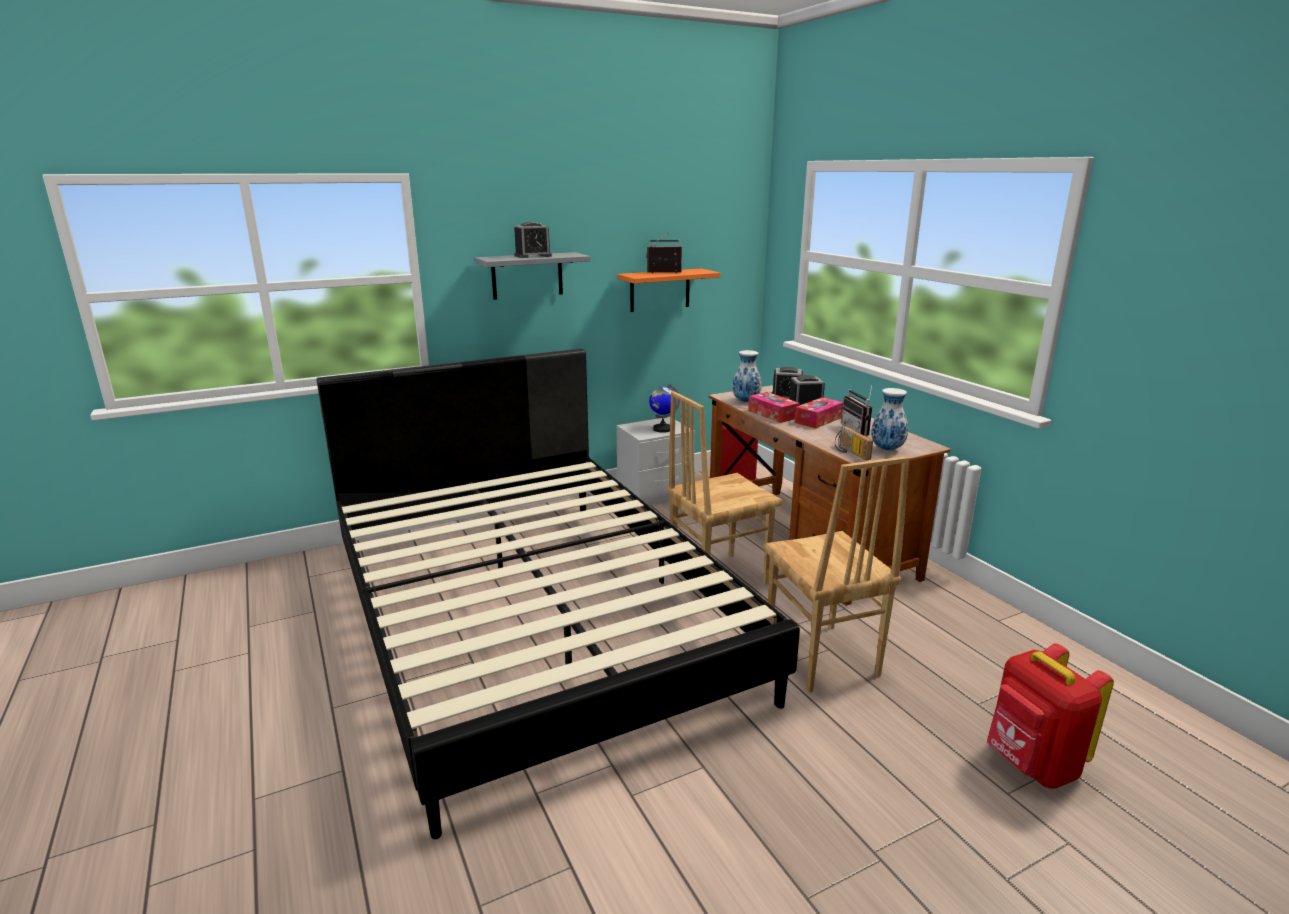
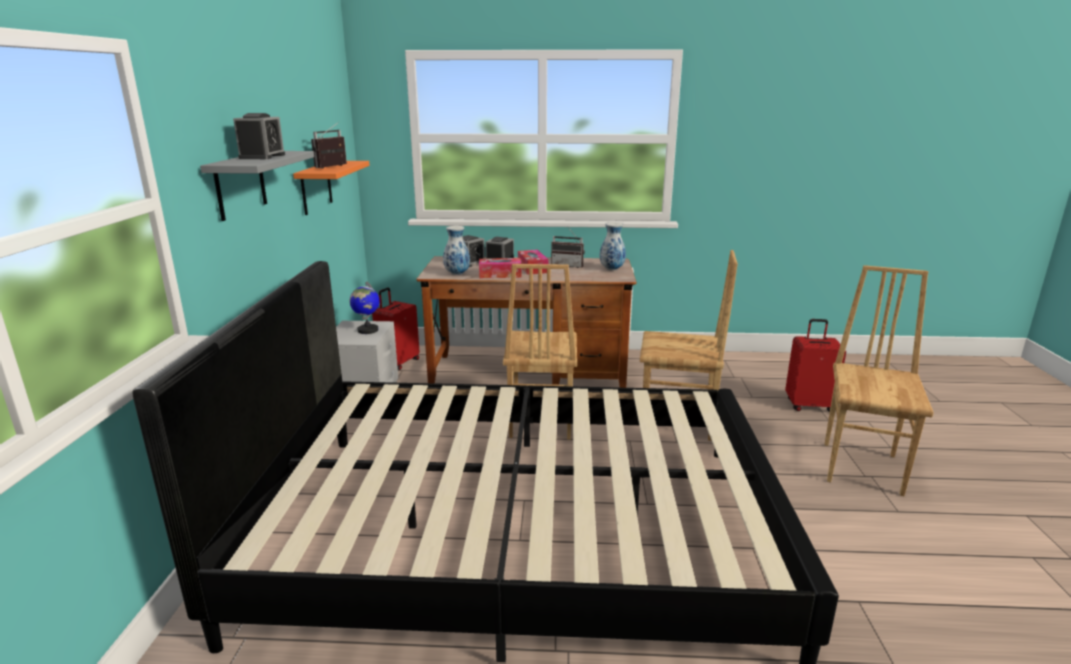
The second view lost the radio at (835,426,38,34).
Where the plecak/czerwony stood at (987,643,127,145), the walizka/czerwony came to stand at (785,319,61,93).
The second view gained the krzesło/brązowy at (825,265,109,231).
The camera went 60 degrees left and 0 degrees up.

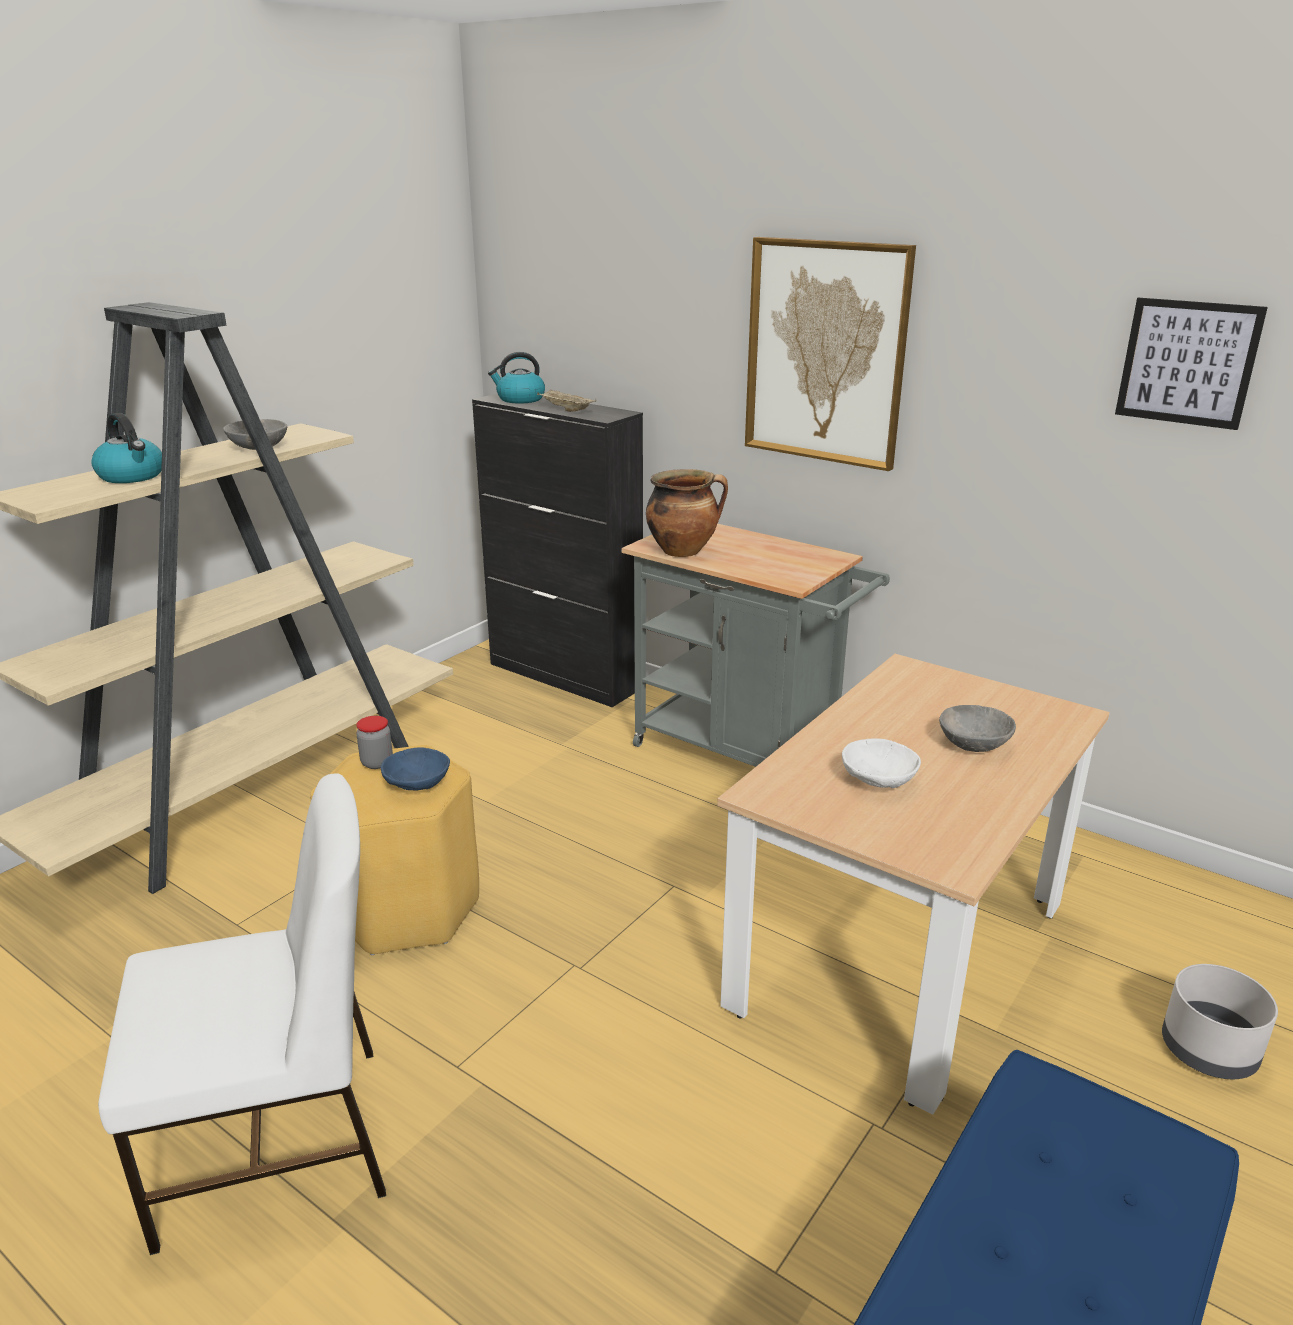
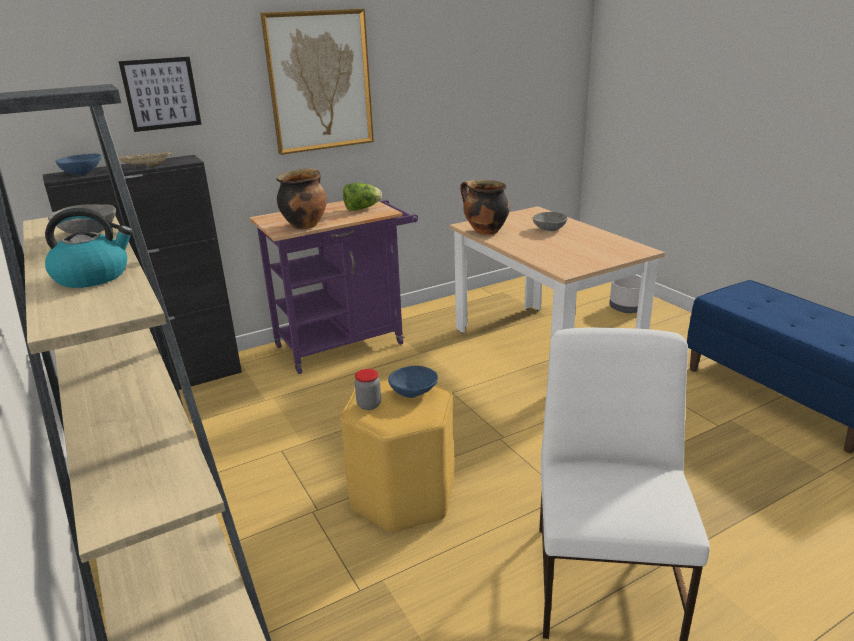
The obraz ended up elsewhere, having gone from (1115,298,153,132) to (118,57,84,75).
Where the czajnik stood at (488,352,57,52), the miska/niebieski came to stand at (55,154,47,21).
What was the wózek/szary at (621,524,269,243) turned into the wózek/fioletowy at (249,200,169,174).
The second view lost the miska/biały at (842,739,79,49).
The second view gained the garnek at (460,180,50,55).
The second view gained the sałata at (343,183,39,28).
The camera went 65 degrees left and 0 degrees up.

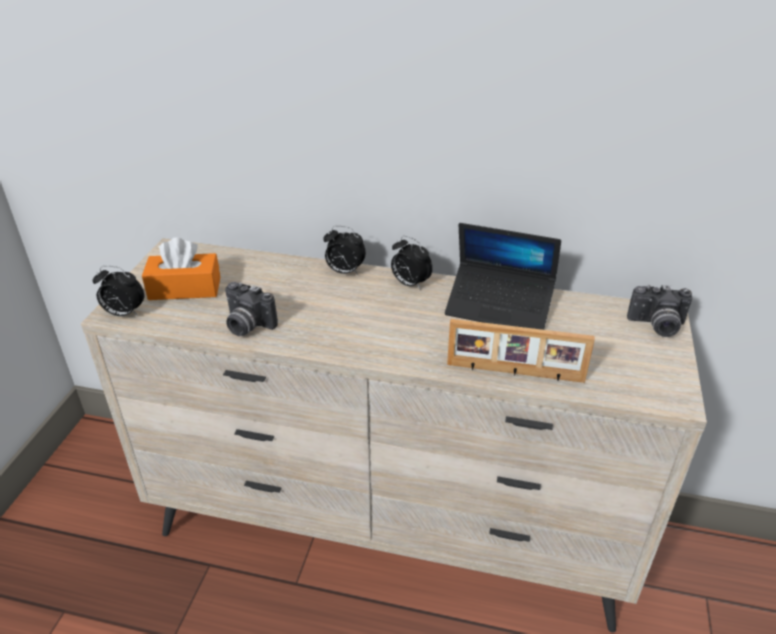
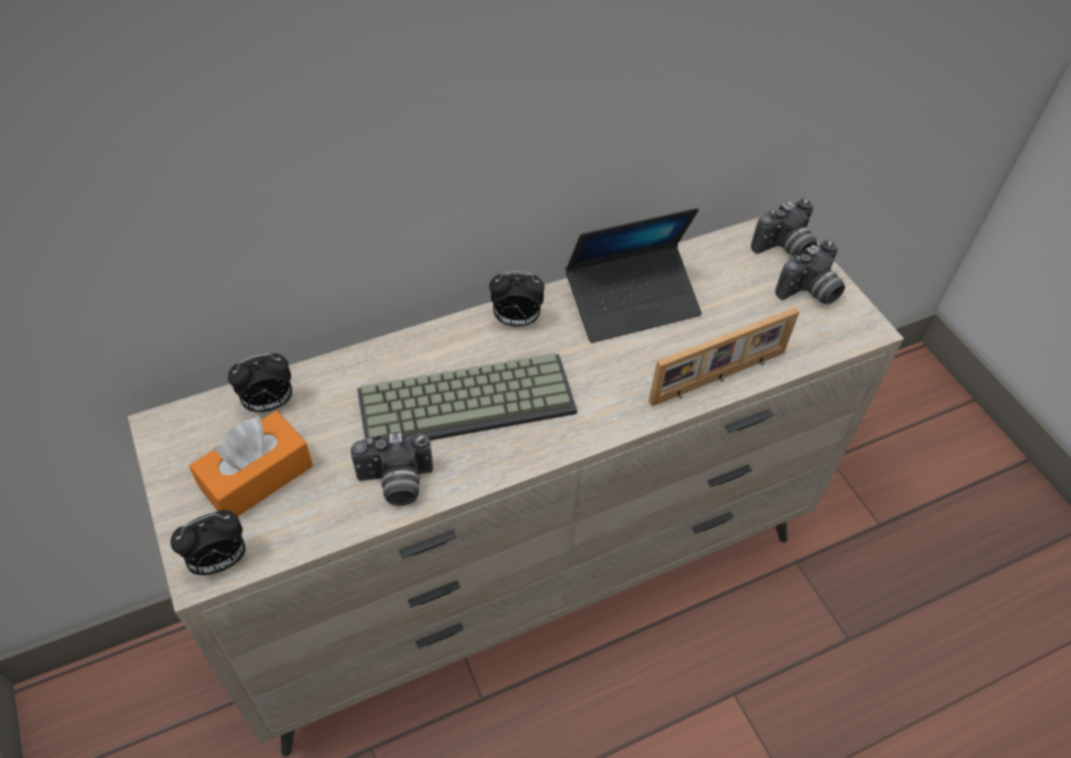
The budzik ended up elsewhere, having gone from (323,226,43,49) to (228,353,64,59).
The second view gained the aparat fotograficzny at (775,240,70,64).
The second view gained the klawiatura at (357,353,220,87).
The camera went 40 degrees left and 15 degrees up.

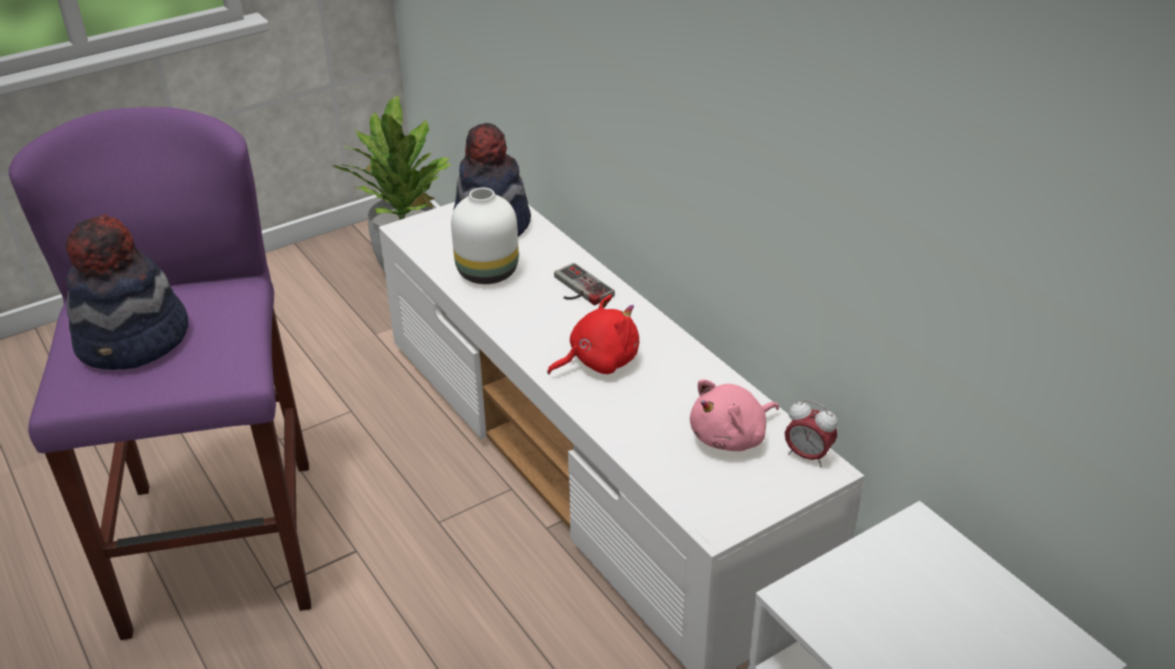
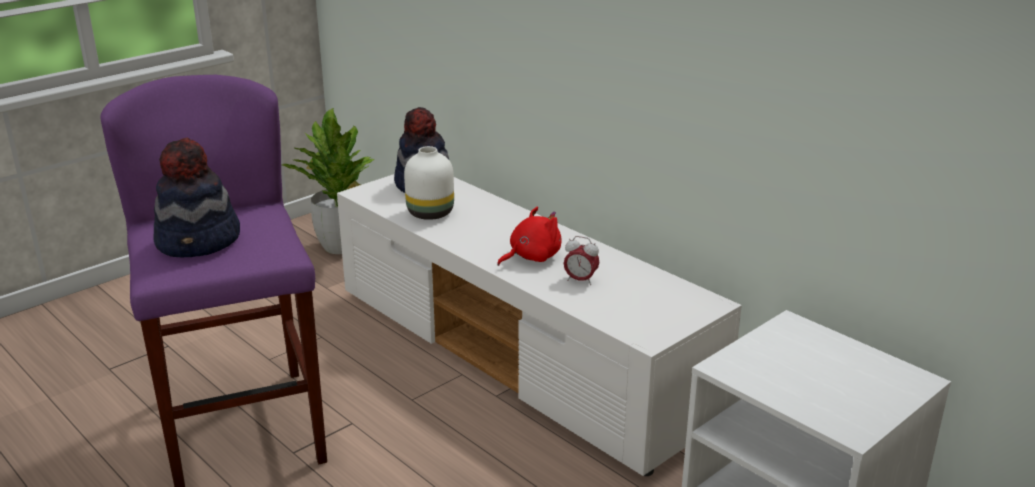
The second view lost the pad do gier at (554,263,61,42).
The second view lost the pluszak/różowy at (690,379,89,72).
The budzik ended up elsewhere, having gone from (785,400,52,67) to (564,236,35,49).
The camera went 10 degrees left and 10 degrees down.

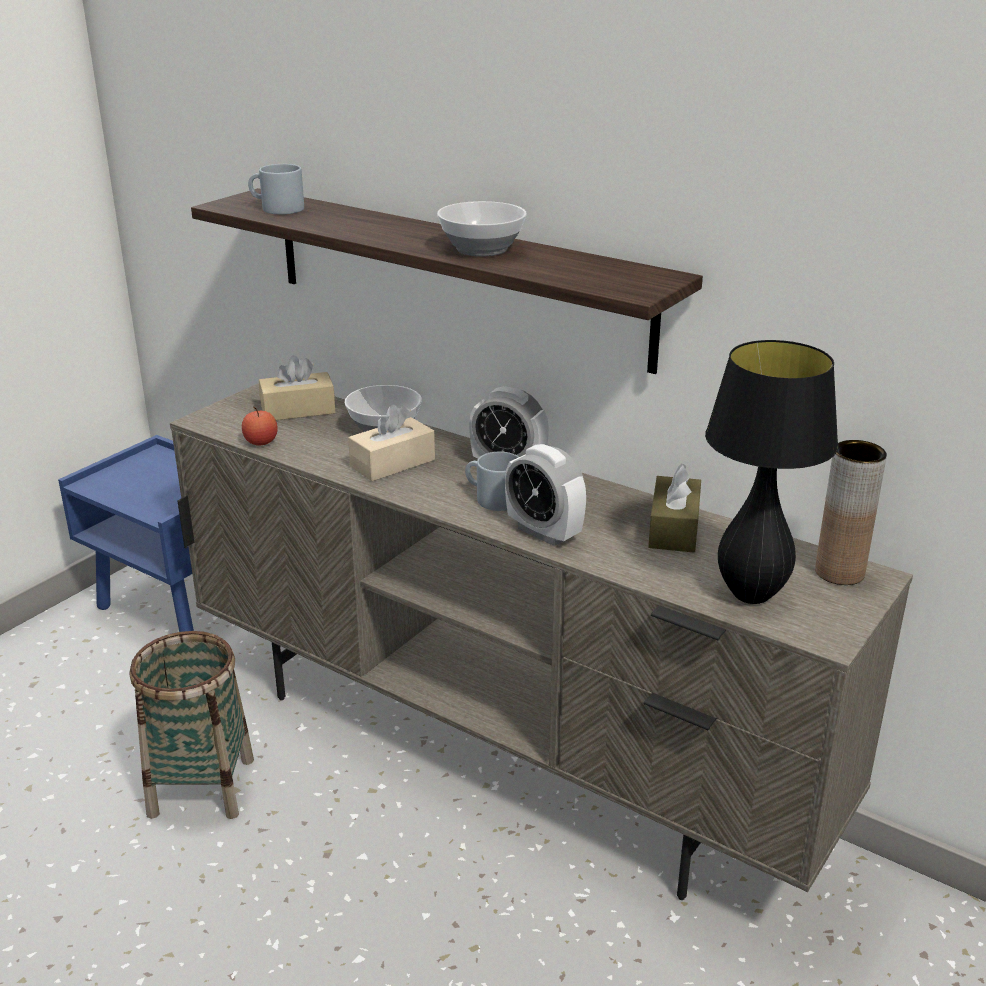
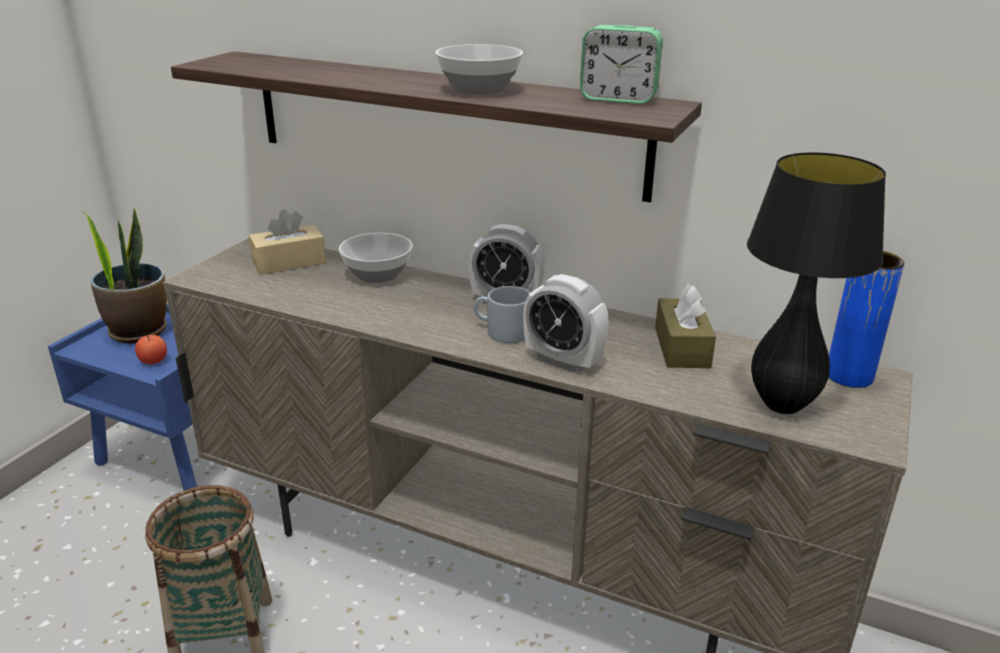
The second view lost the kubek/szary at (248,164,56,50).
The second view lost the pudełko chusteczek/beżowy at (348,404,87,77).
The jabłko ended up elsewhere, having gone from (242,406,36,39) to (135,333,32,31).
What was the wazon/brązowy at (815,440,72,145) turned into the wazon/niebieski at (829,251,75,137).
The second view gained the budzik at (580,25,83,79).
The second view gained the roślina doniczkowa at (82,208,85,136).
The camera went 10 degrees left and 0 degrees up.

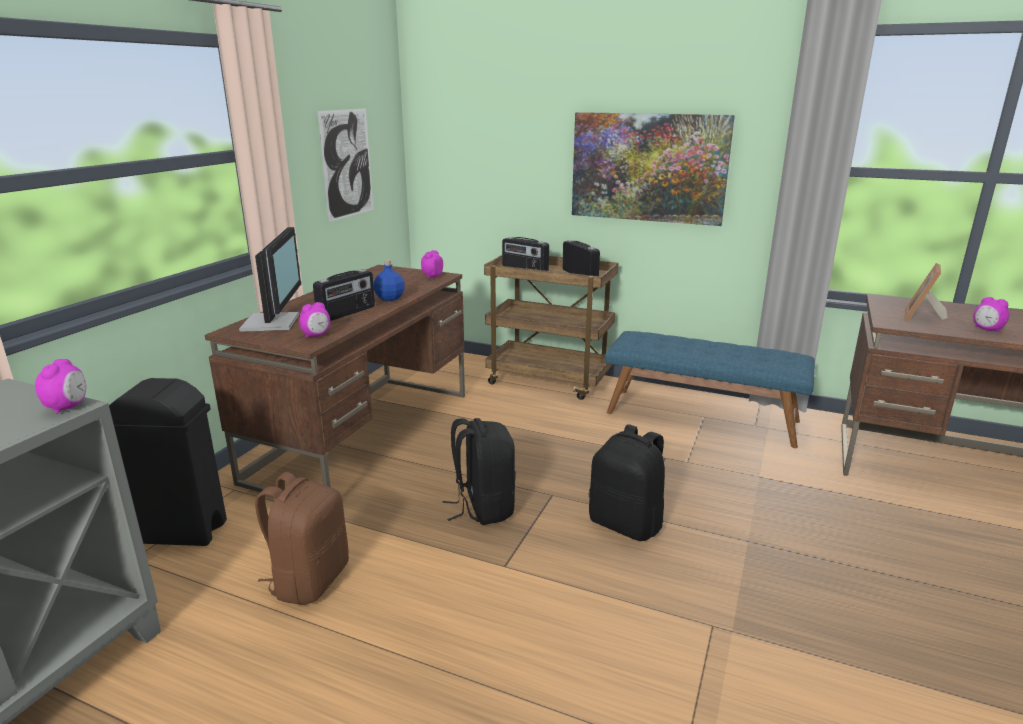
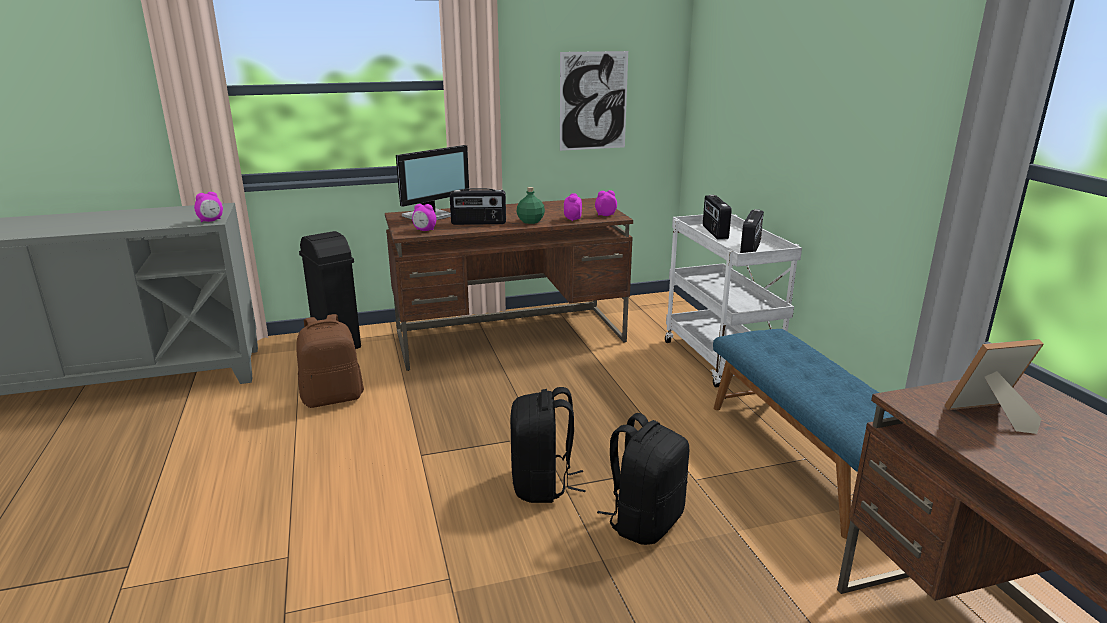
The second view lost the obraz at (572,112,163,114).
What was the wózek/brązowy at (484,255,134,145) turned into the wózek/biały at (665,214,137,174).
What was the butelka/niebieski at (374,260,31,41) turned into the butelka/zielony at (516,187,29,37).
The budzik ended up elsewhere, having gone from (973,297,36,35) to (564,193,18,28).
The plecak/czarny ended up elsewhere, having gone from (442,418,74,107) to (597,413,92,132).
The camera went 50 degrees right and 0 degrees up.

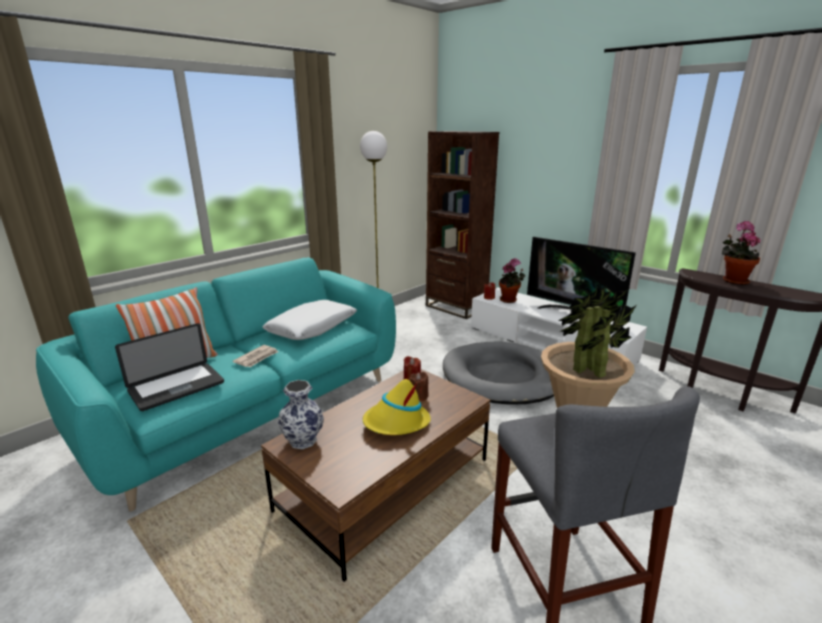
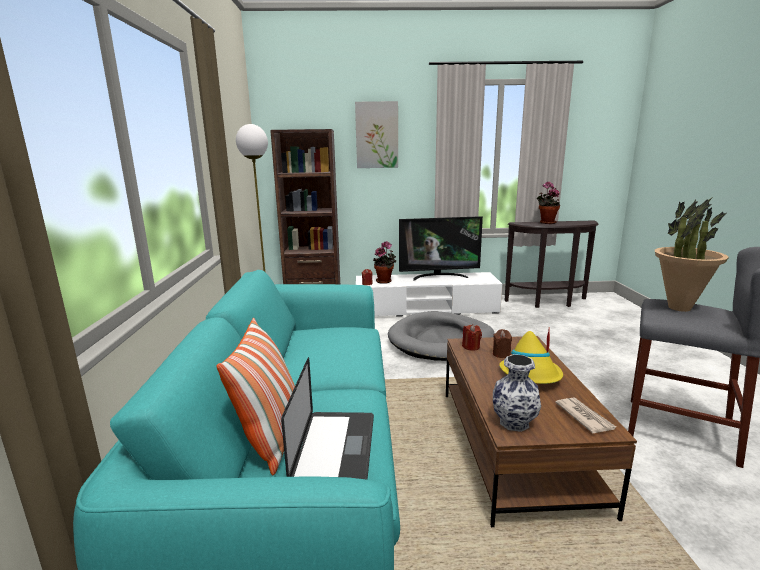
The second view lost the poduszka/biały at (262,300,95,40).
The gazeta ended up elsewhere, having gone from (232,345,46,22) to (555,397,61,36).
The second view gained the obraz at (355,101,43,67).
The camera went 45 degrees left and 5 degrees down.

